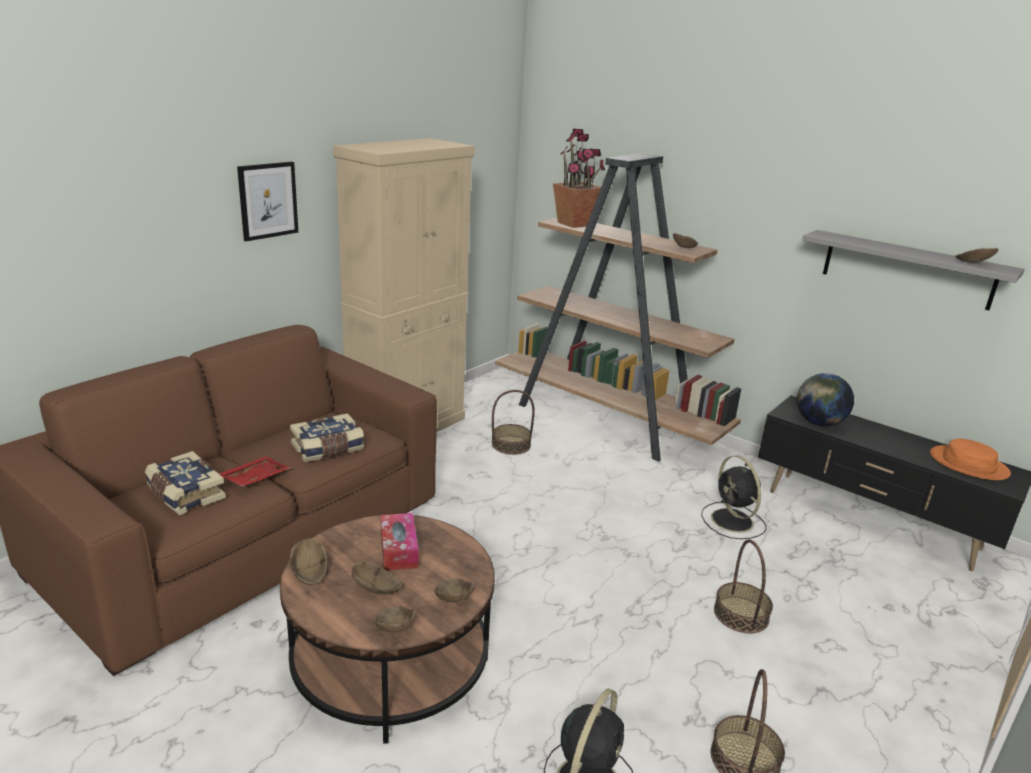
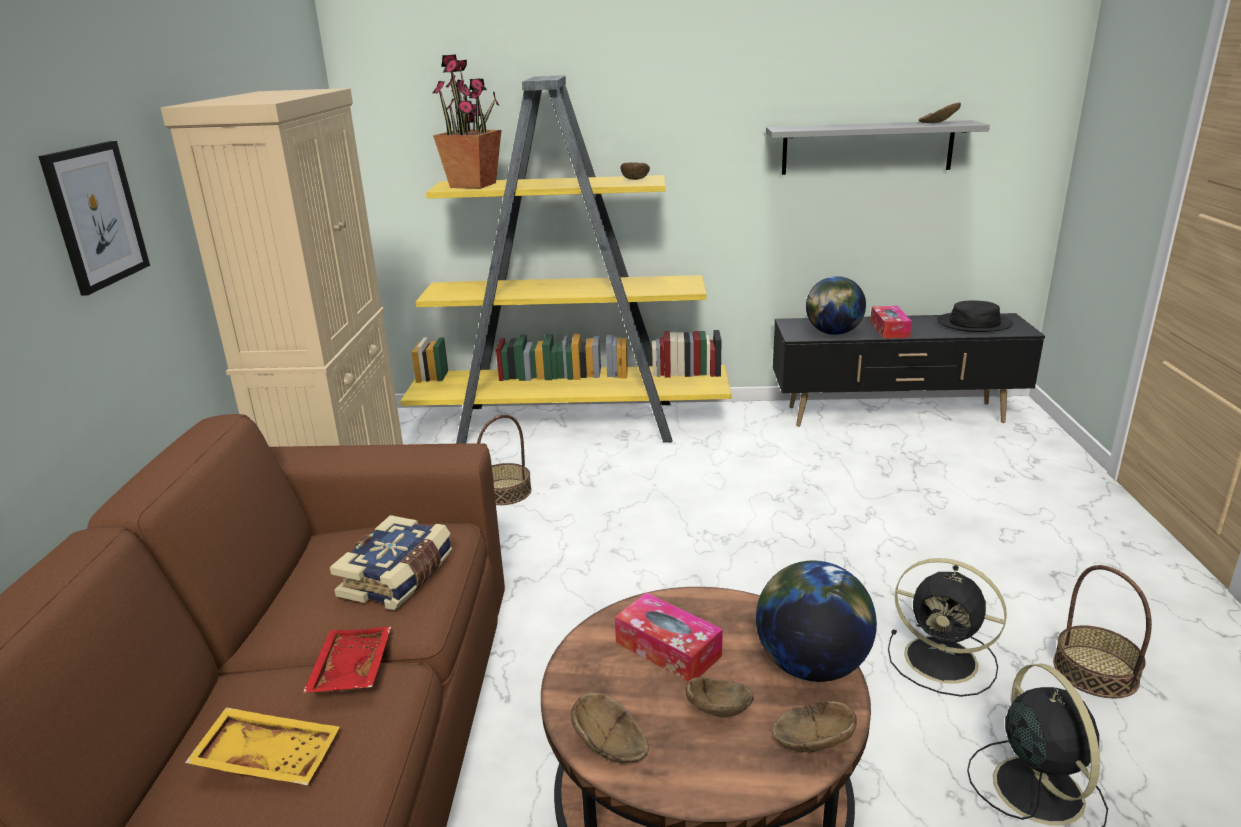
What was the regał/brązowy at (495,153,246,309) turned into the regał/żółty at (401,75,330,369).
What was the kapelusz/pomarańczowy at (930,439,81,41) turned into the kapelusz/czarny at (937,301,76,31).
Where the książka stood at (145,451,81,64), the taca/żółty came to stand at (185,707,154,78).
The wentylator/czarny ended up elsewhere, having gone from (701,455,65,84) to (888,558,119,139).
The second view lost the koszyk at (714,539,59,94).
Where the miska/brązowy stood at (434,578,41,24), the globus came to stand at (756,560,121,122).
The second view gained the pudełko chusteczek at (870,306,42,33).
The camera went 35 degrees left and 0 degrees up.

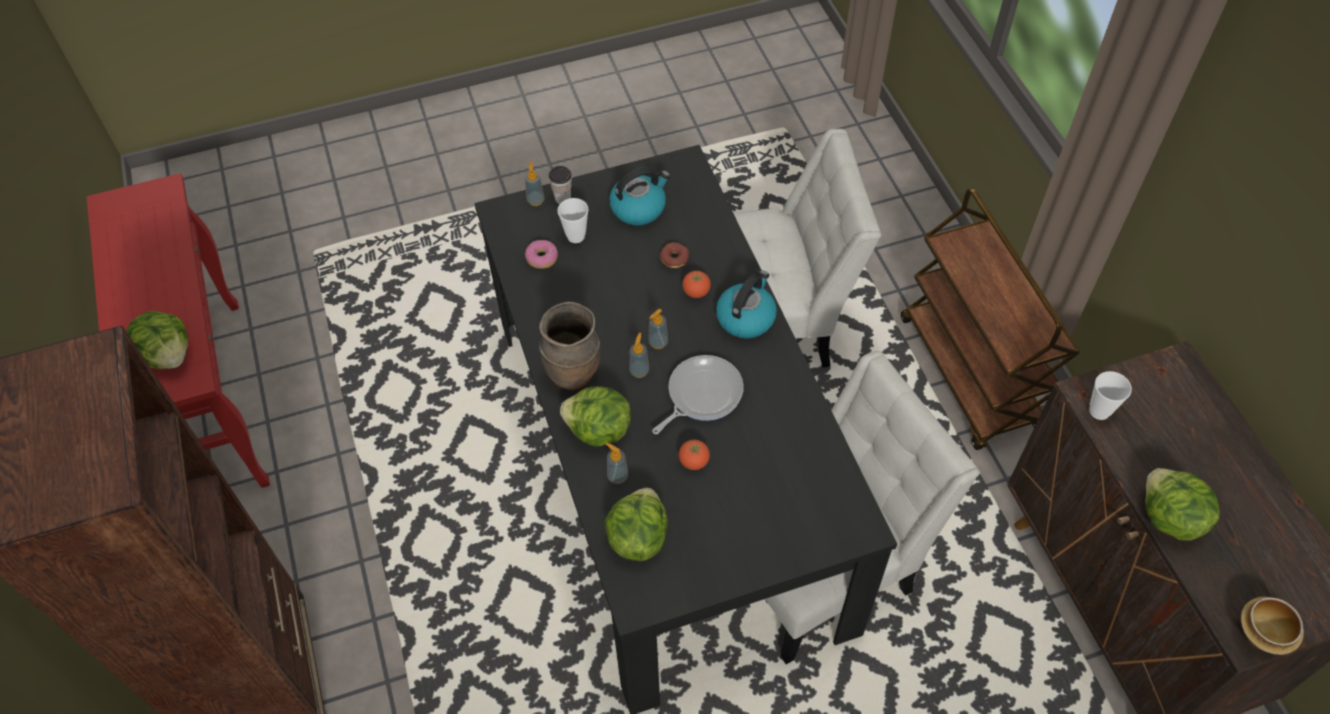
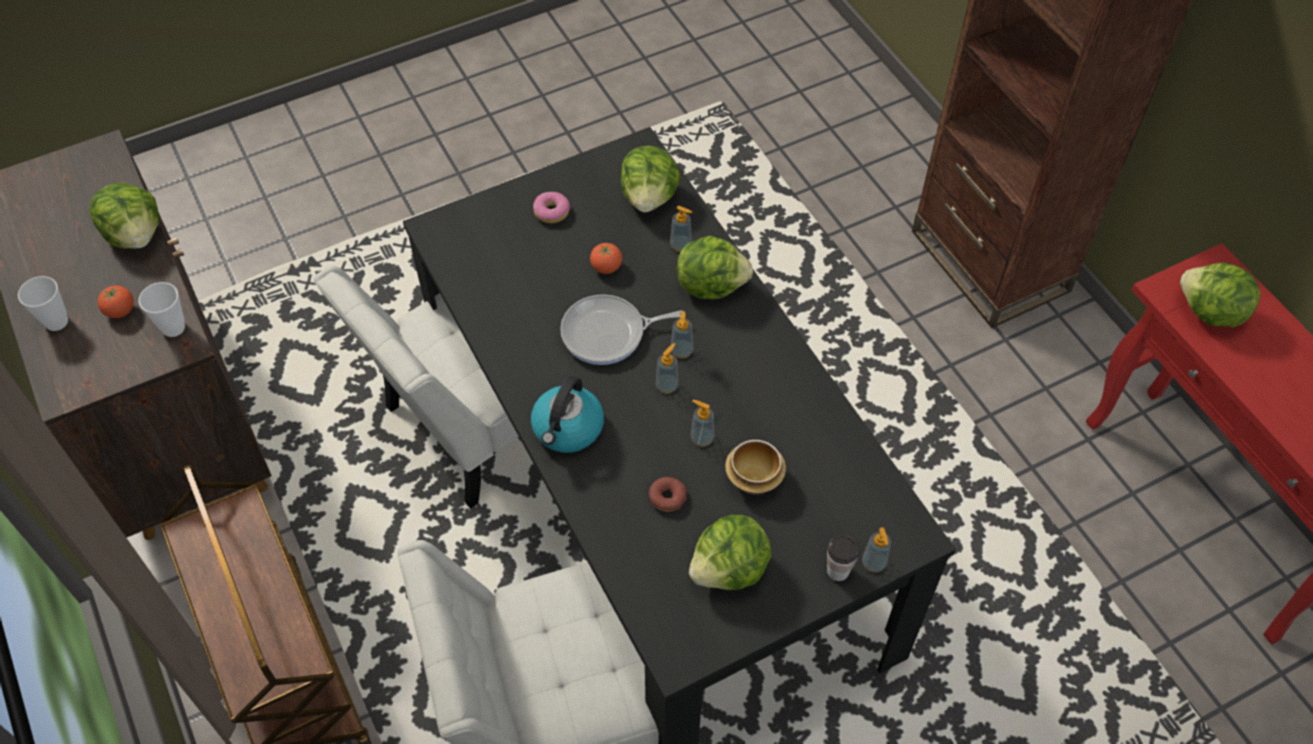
Where the czajnik stood at (609,167,61,59), the sałata came to stand at (689,515,82,75).
The filiżanka ended up elsewhere, having gone from (557,198,32,45) to (18,276,50,55).
The donut ended up elsewhere, having gone from (525,240,33,29) to (533,192,37,31).
The pomidor ended up elsewhere, having gone from (682,270,29,28) to (98,285,36,33).
The second view lost the wazon/brązowy at (539,302,62,88).
The patelnia at (652,355,92,79) ended up facing another way, 45 degrees clockwise from before.
The miska ended up elsewhere, having gone from (1241,597,63,58) to (725,440,61,55).
The second view gained the dozownik mydła at (691,400,23,47).
The camera went 170 degrees right and 0 degrees up.

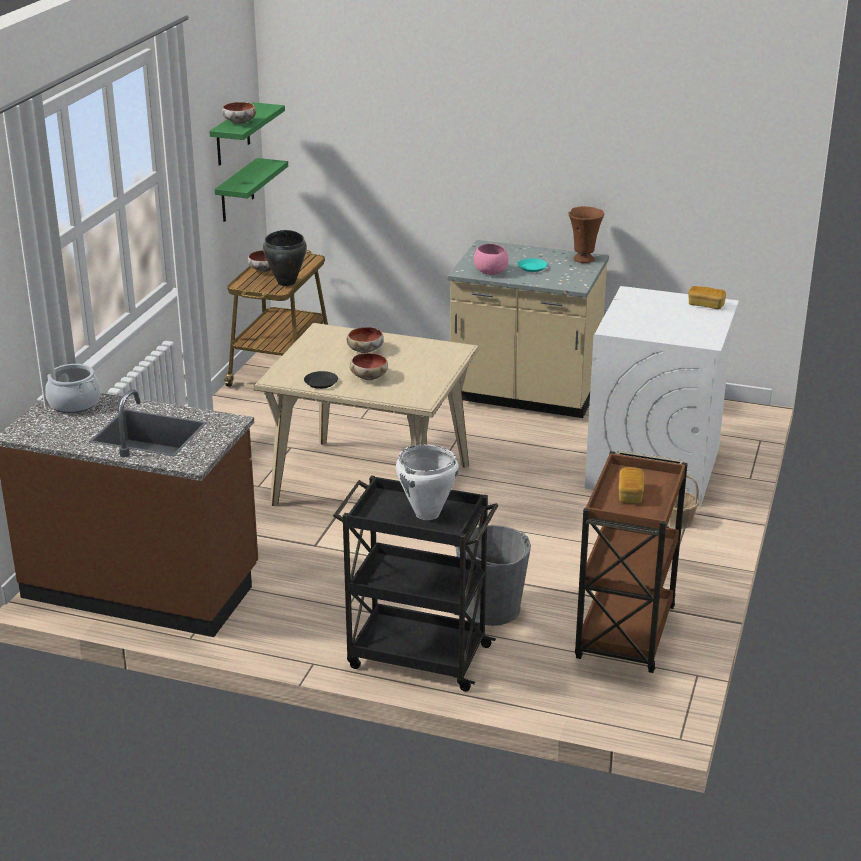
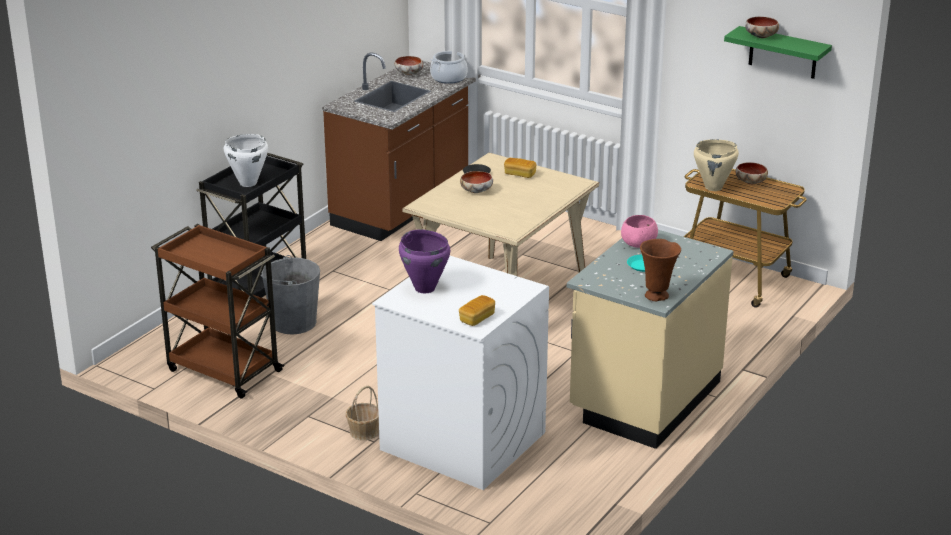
The second view lost the półka/zielony at (215,158,73,64).
What was the garnek/czarny at (263,230,44,56) turned into the garnek/beżowy at (694,139,45,52).
The miska ended up elsewhere, having gone from (347,327,37,26) to (395,56,28,19).
The chleb ended up elsewhere, having gone from (619,467,25,37) to (504,158,33,20).
The second view gained the garnek/fioletowy at (399,230,52,63).
The camera went 105 degrees right and 0 degrees up.

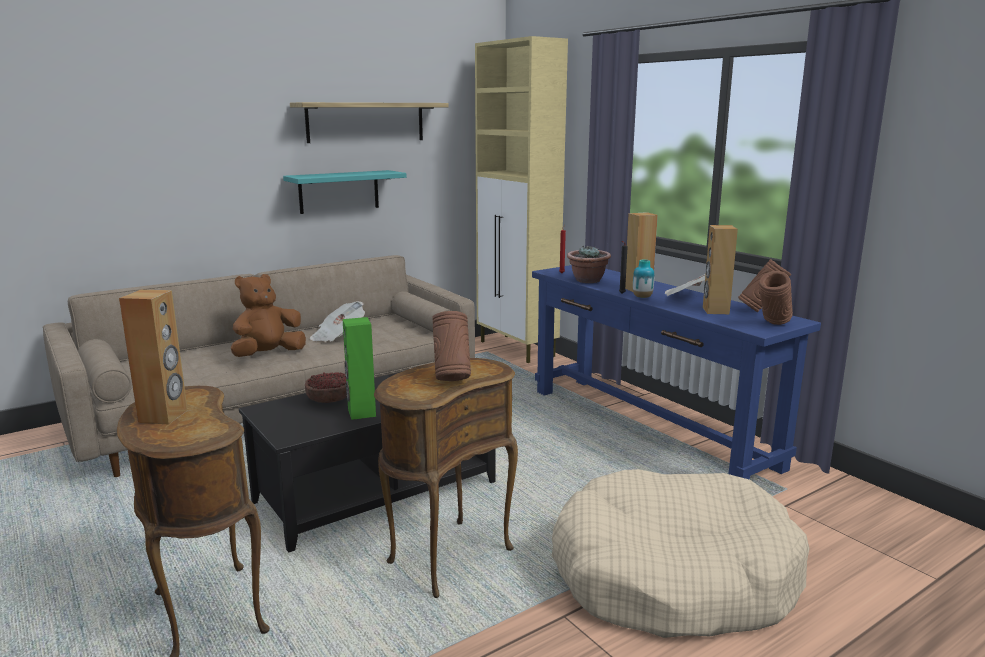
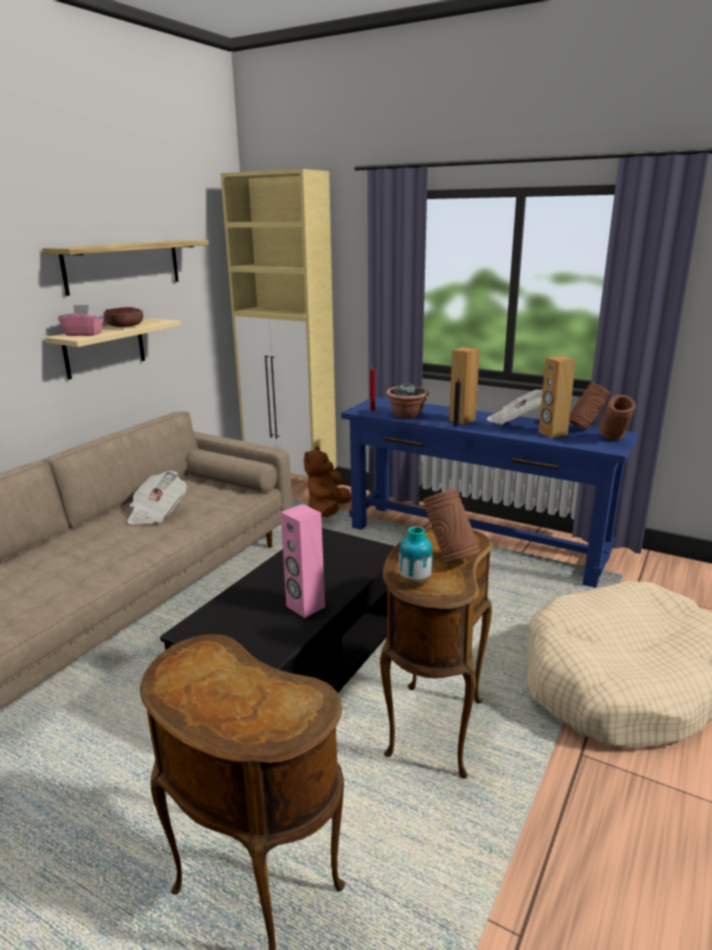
What was the półka/turkusowy at (283,170,124,44) turned into the półka/beżowy at (45,318,136,62).
The wazon ended up elsewhere, having gone from (633,260,21,38) to (399,526,34,60).
The pluszak/brązowy ended up elsewhere, having gone from (231,274,75,83) to (304,447,47,70).
The second view lost the głośnik/brązowy at (119,290,69,134).
What was the głośnik/zielony at (342,317,34,103) turned into the głośnik/różowy at (281,504,44,114).
The miska ended up elsewhere, having gone from (305,372,42,31) to (104,307,39,20).
The second view gained the pudełko chusteczek/różowy at (58,305,45,31).
The camera went 25 degrees left and 5 degrees up.

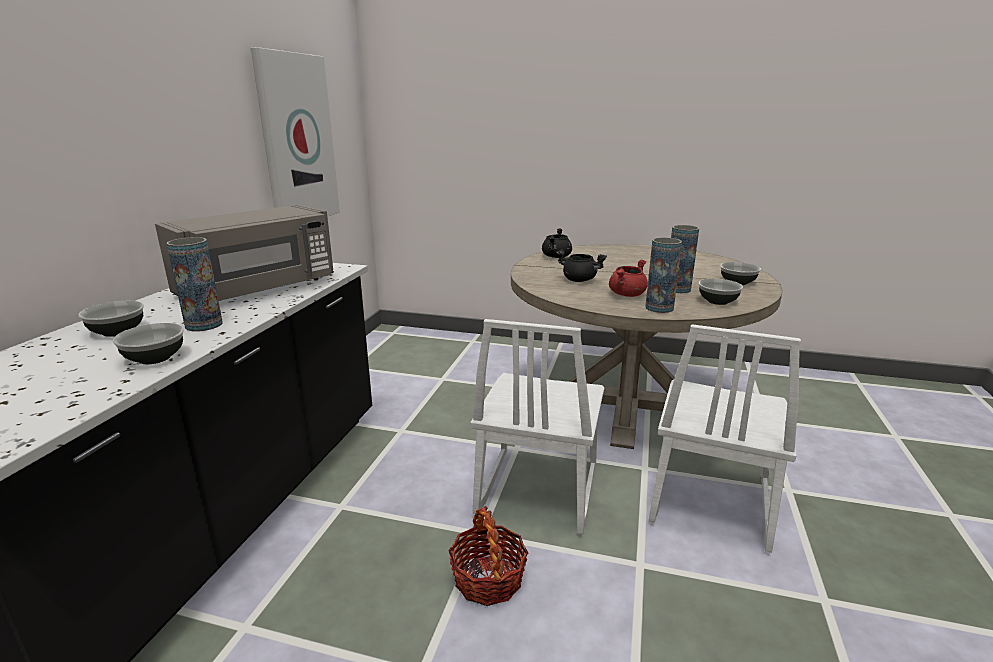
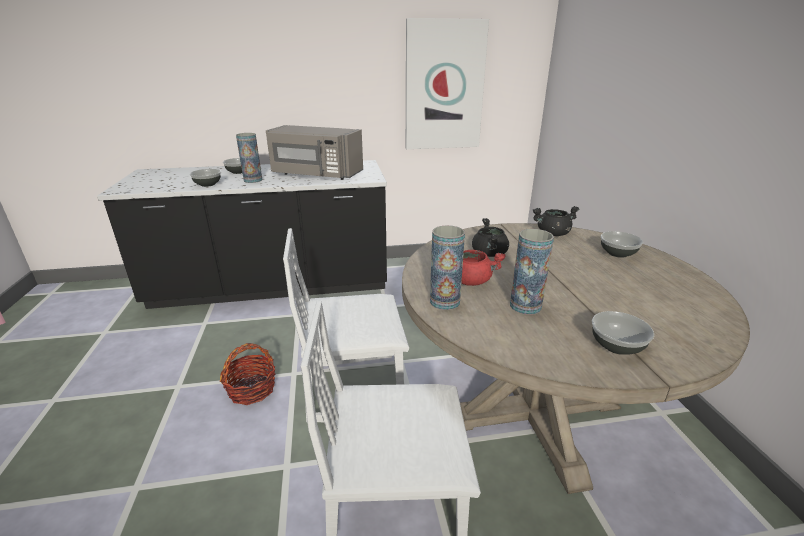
The miska ended up elsewhere, having gone from (699,279,44,26) to (601,231,42,27).
The camera went 65 degrees right and 5 degrees up.

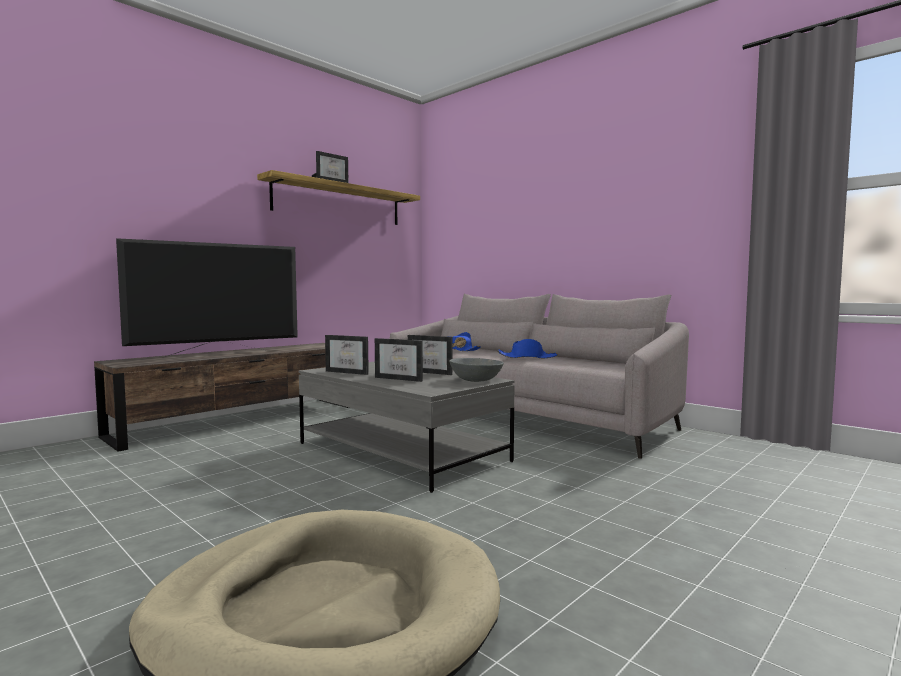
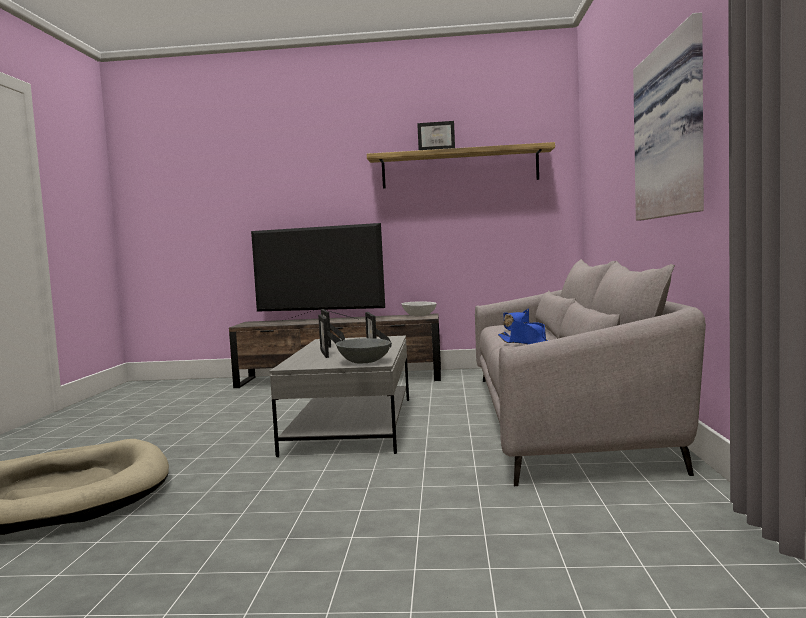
The second view gained the obraz at (633,12,71,209).
The second view gained the miska/biały at (402,301,35,15).
The camera went 50 degrees right and 0 degrees up.

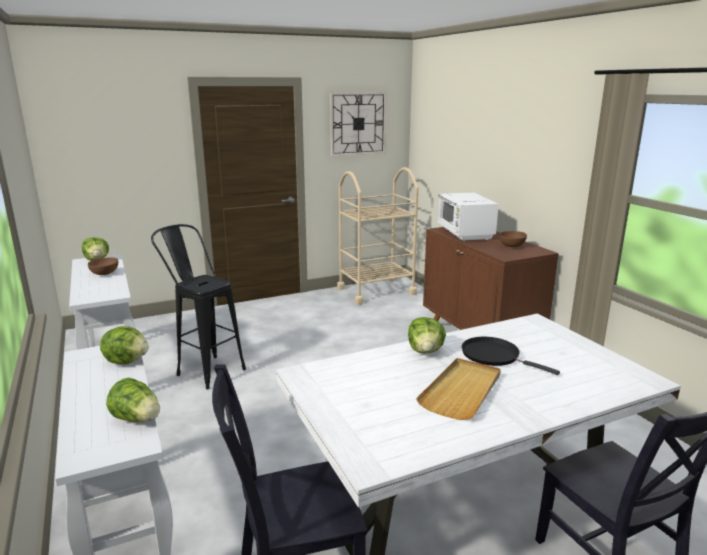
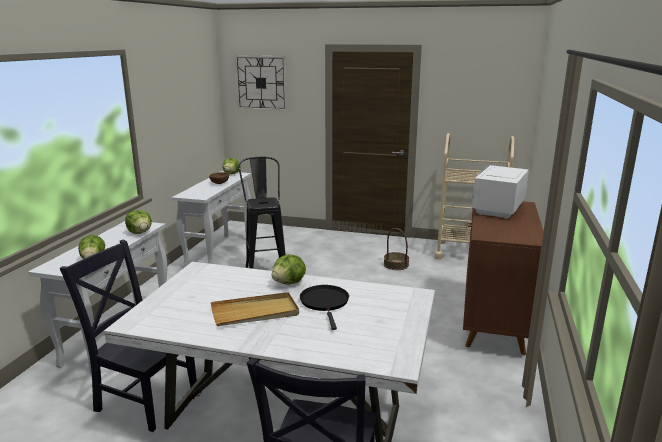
The zegar ścienny ended up elsewhere, having gone from (330,92,57,64) to (235,55,52,56).
The second view lost the miska/brązowy at (499,231,28,16).
The second view gained the koszyk at (384,228,25,42).
The camera went 40 degrees right and 0 degrees up.

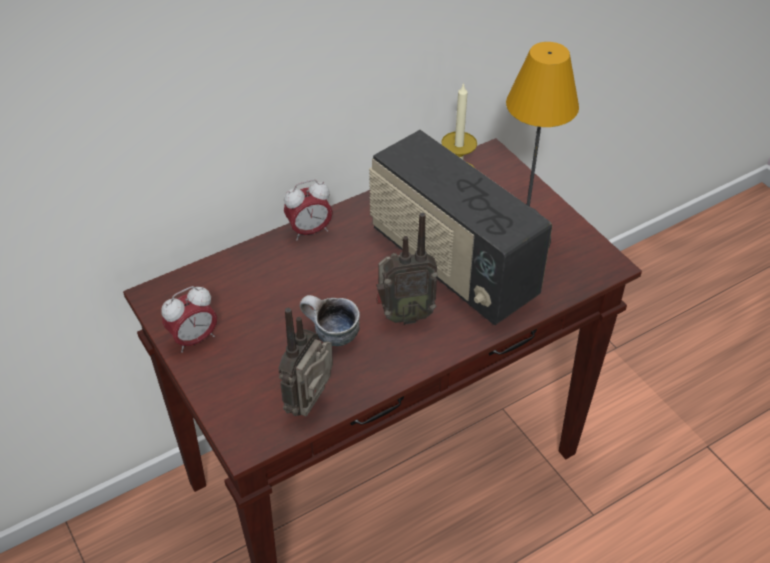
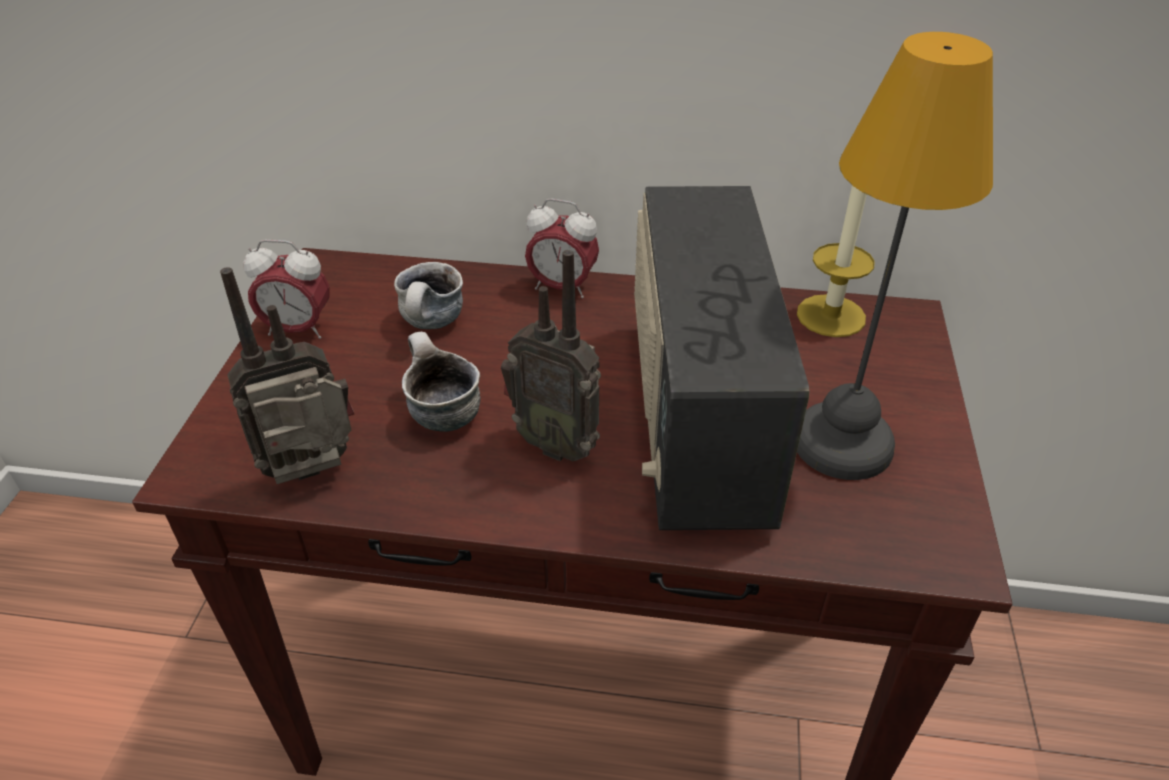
The second view gained the kubek at (394,262,69,67).
The camera went 40 degrees right and 5 degrees down.

